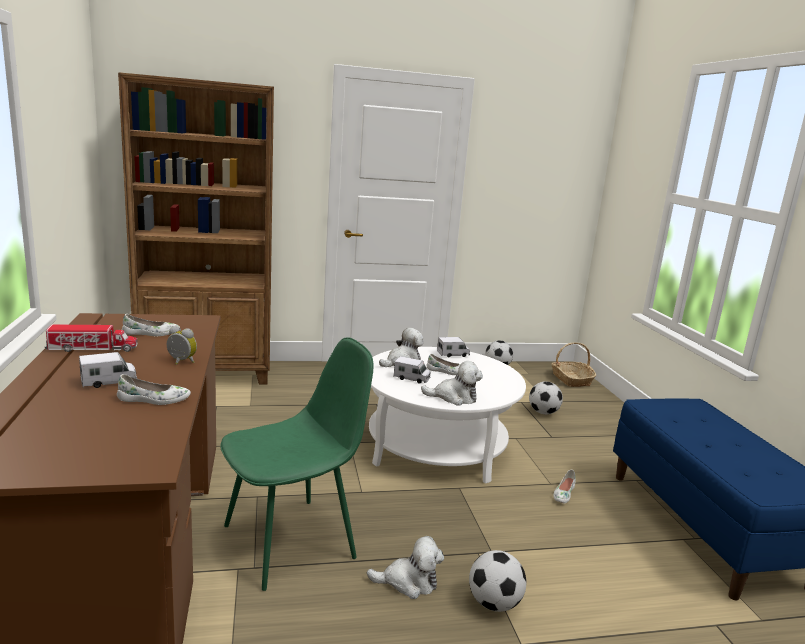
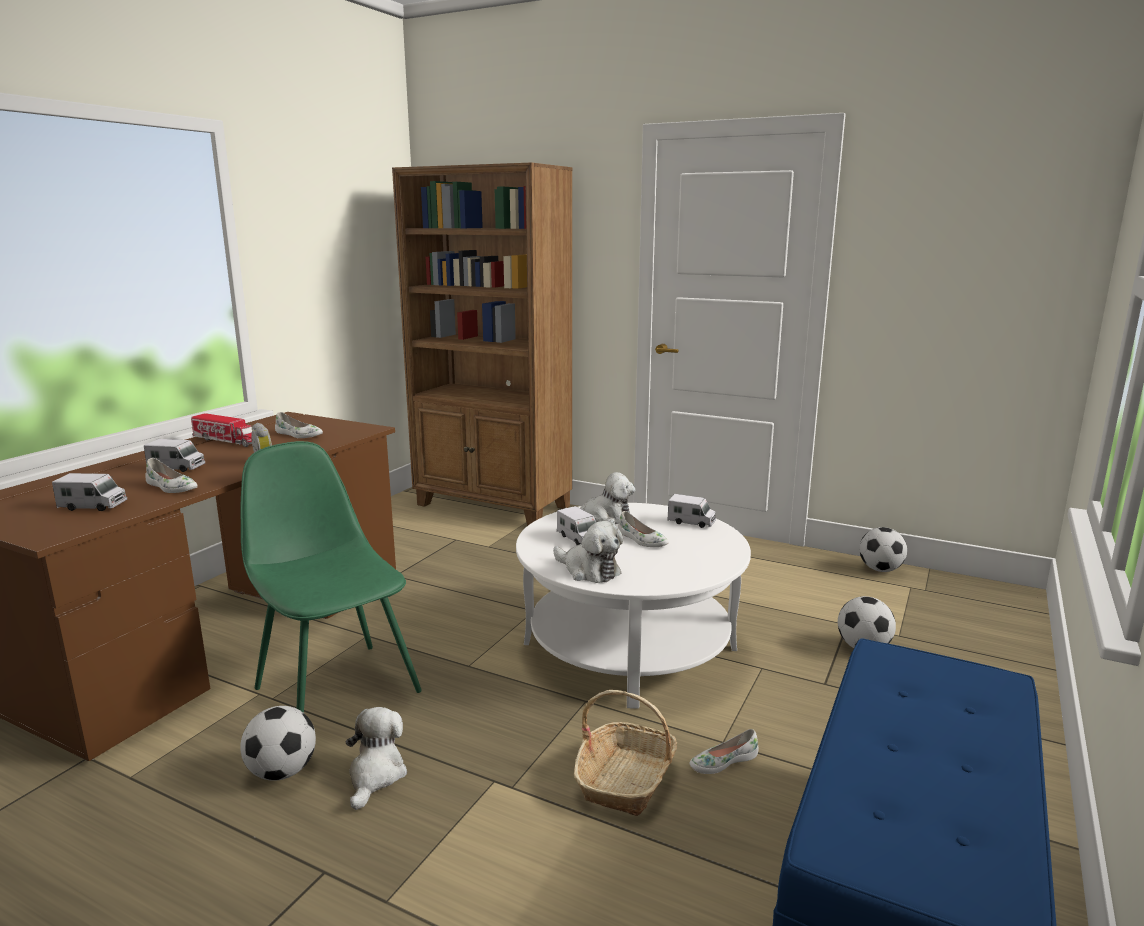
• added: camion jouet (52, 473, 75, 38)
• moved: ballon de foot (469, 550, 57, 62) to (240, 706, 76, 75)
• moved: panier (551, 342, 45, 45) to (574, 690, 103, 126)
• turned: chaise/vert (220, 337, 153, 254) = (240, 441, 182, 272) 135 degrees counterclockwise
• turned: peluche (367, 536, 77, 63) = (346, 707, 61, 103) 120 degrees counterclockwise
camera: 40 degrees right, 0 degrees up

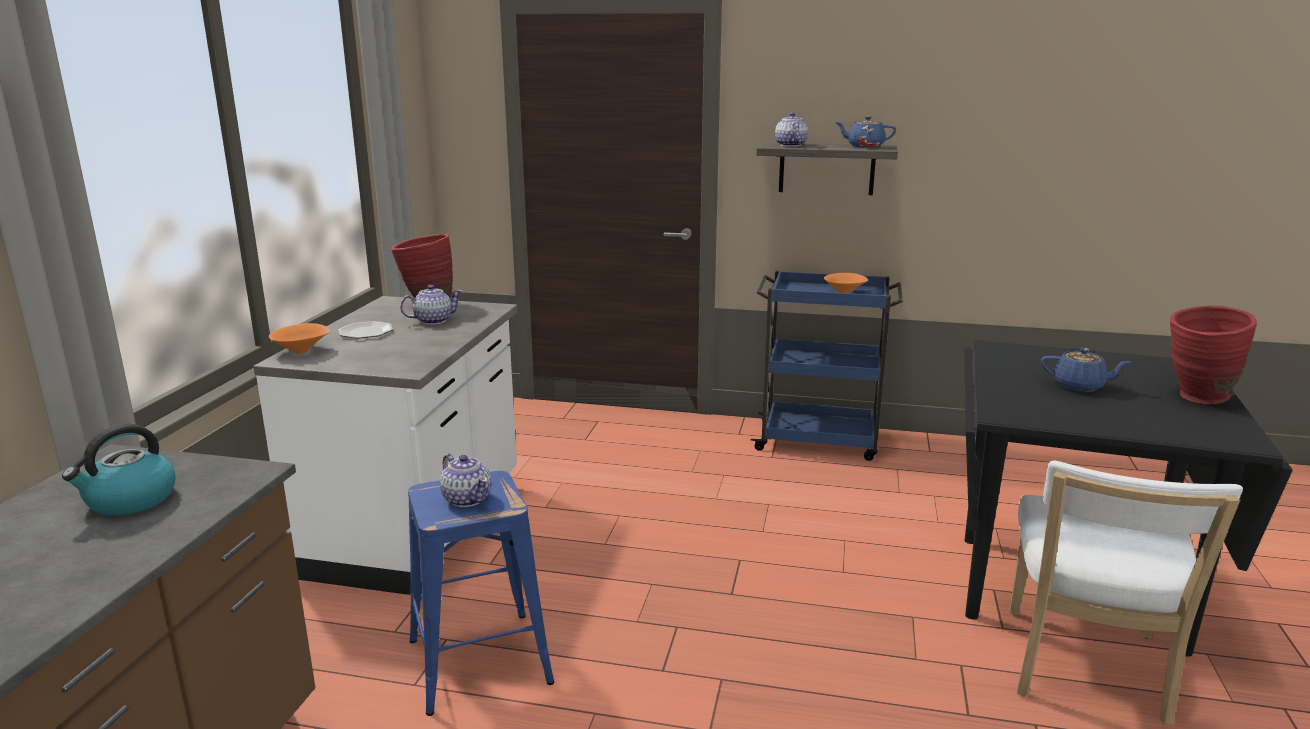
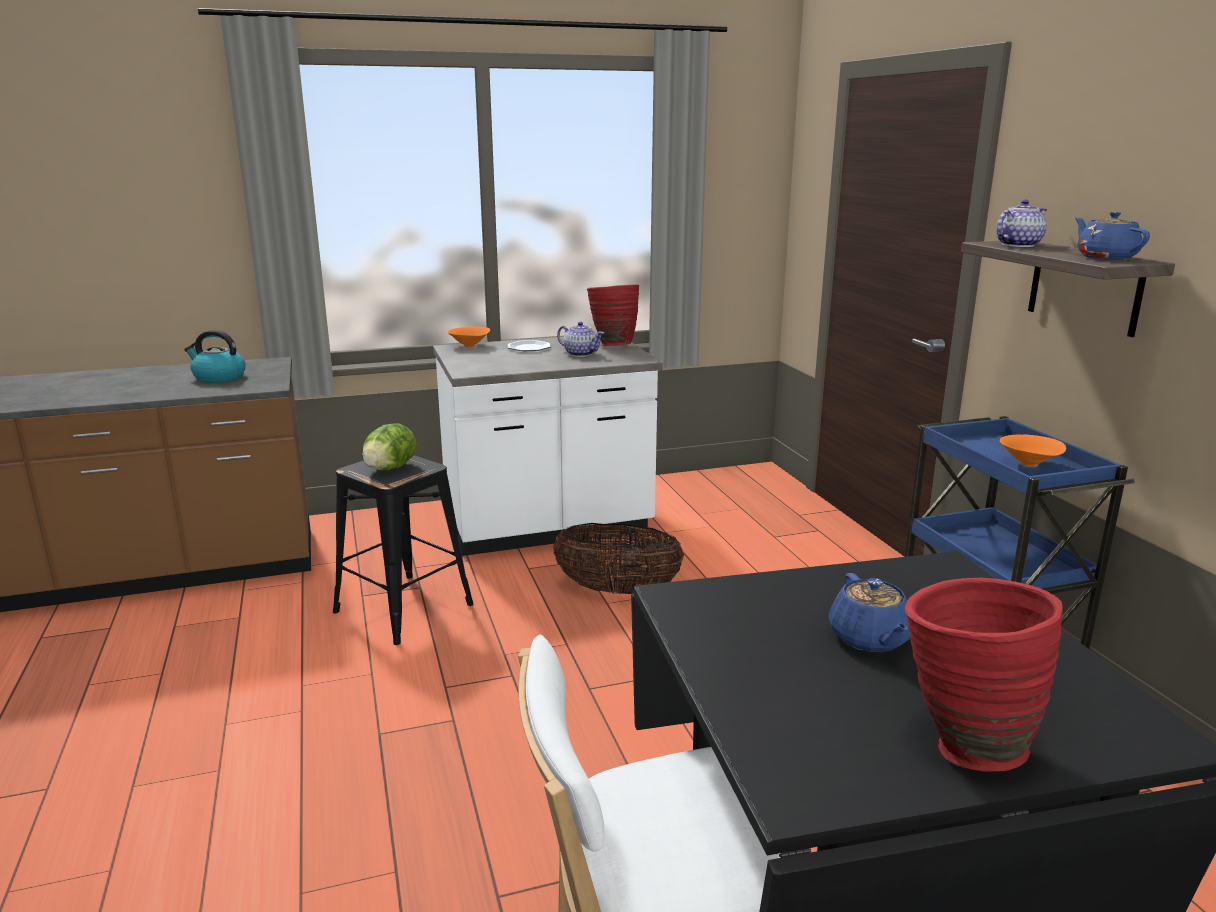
• added: panier (553, 523, 131, 71)
• replaced: théière (440, 454, 51, 53) to laitue (362, 424, 55, 47)
• recoloured: tabouret/bleu (408, 471, 146, 245) to tabouret/noir (333, 455, 141, 190)
camera: 60 degrees right, 0 degrees up

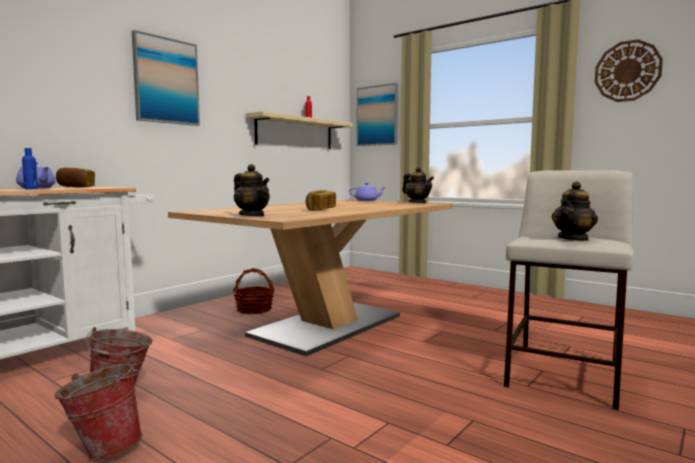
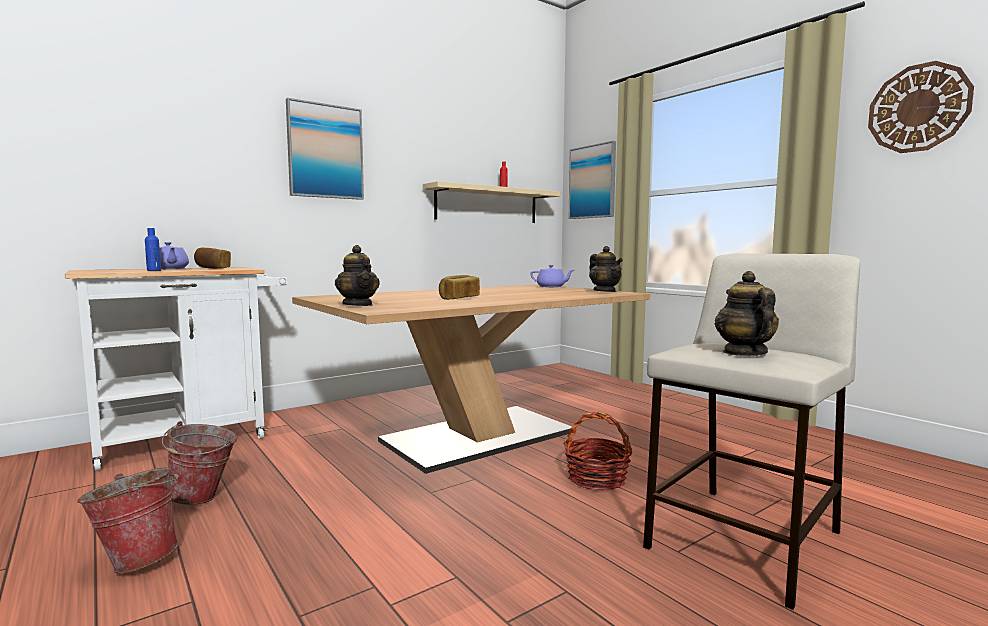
• moved: panier (233, 268, 41, 47) to (563, 411, 69, 80)
• turned: théière (552, 181, 46, 60) = (715, 271, 64, 85) 120 degrees clockwise
camera: 15 degrees right, 0 degrees up

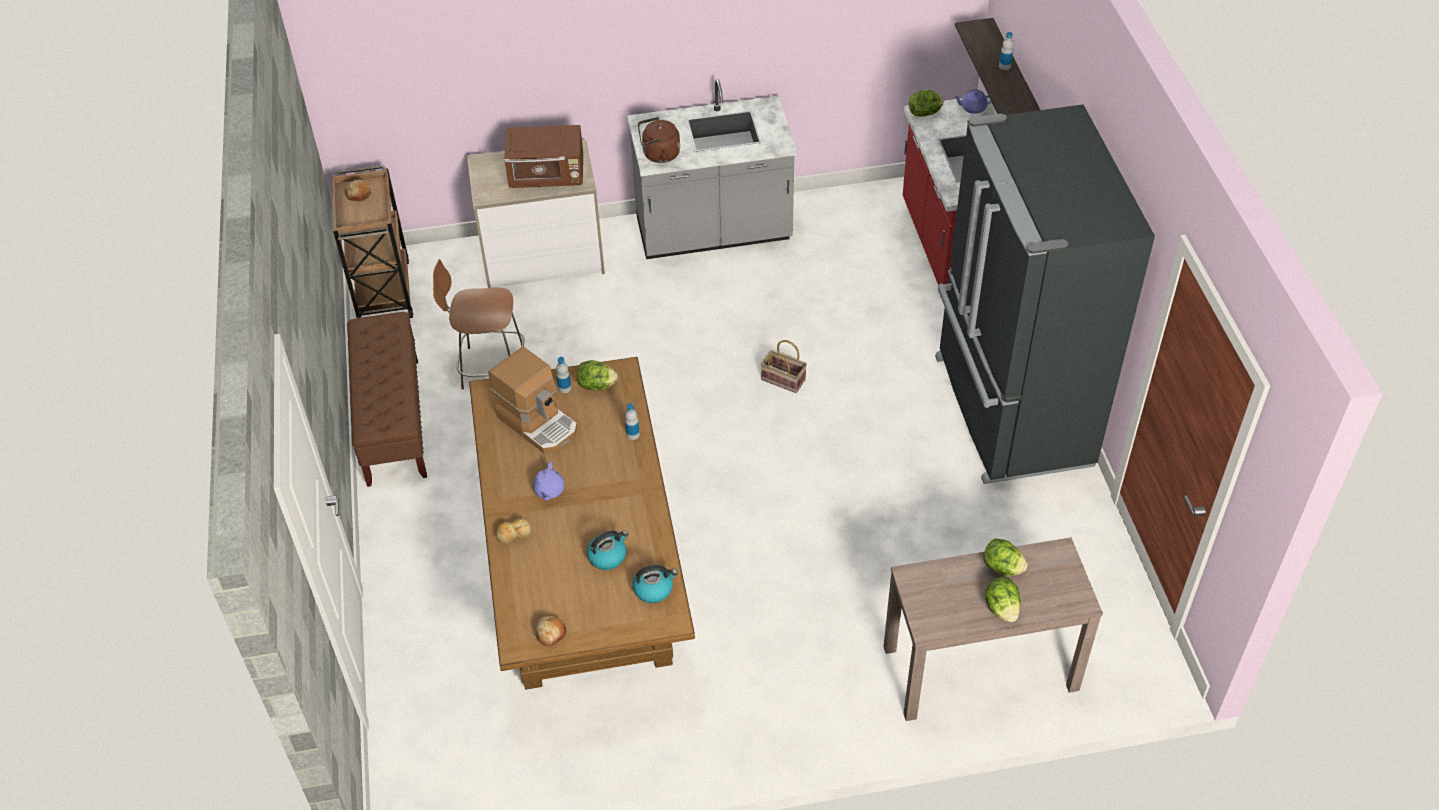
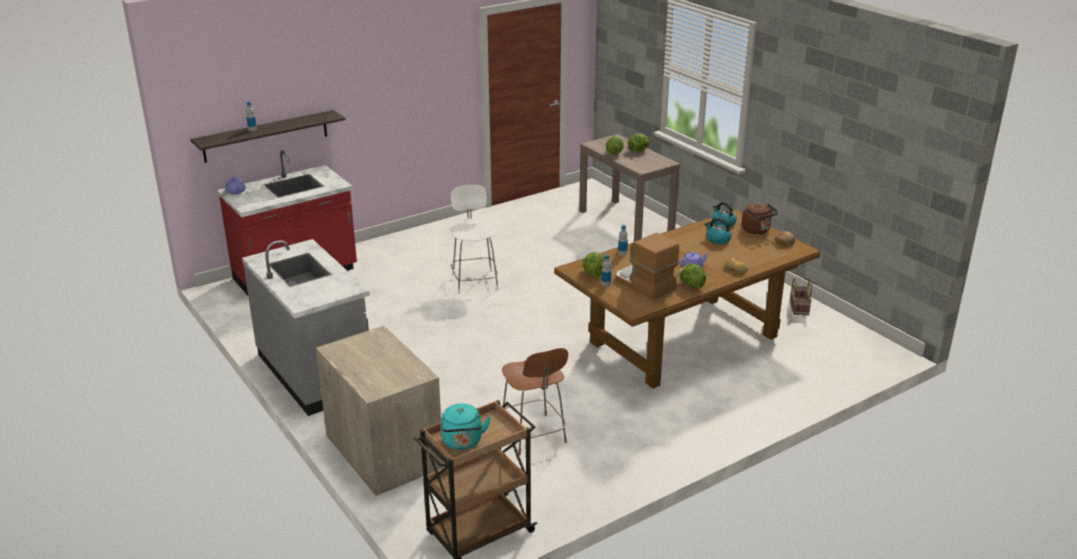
• removed: banc/marron (347, 312, 80, 175)
• removed: micro-ondes/marron (504, 125, 79, 63)
• removed: réfrigérateur/noir (935, 105, 220, 379)
• added: chaise/blanc (451, 185, 48, 109)
• moved: bouilloire/marron (638, 117, 42, 46) to (742, 203, 36, 31)
• moved: panier (761, 340, 46, 53) to (790, 278, 22, 38)
• moved: laitue (909, 90, 35, 27) to (677, 264, 29, 25)
• replaced: pain (345, 179, 27, 22) to bouilloire/turquoise (441, 403, 50, 47)
• turned: machine à café (489, 347, 89, 107) = (615, 233, 64, 67) 60 degrees counterclockwise
camera: 115 degrees left, 20 degrees down

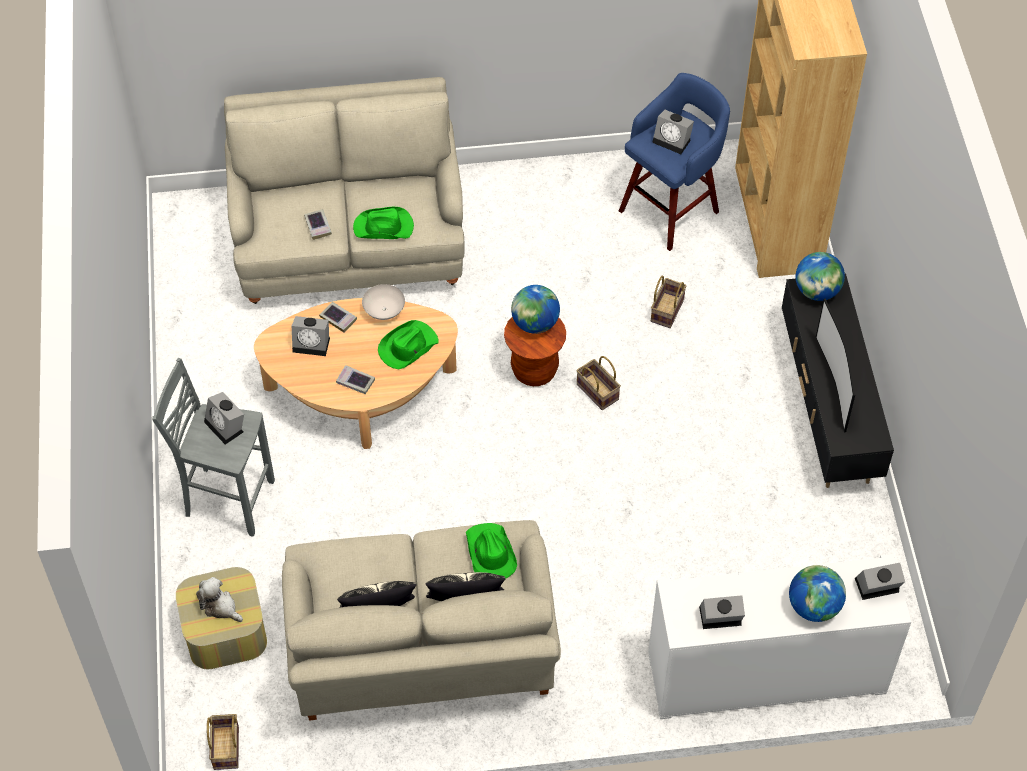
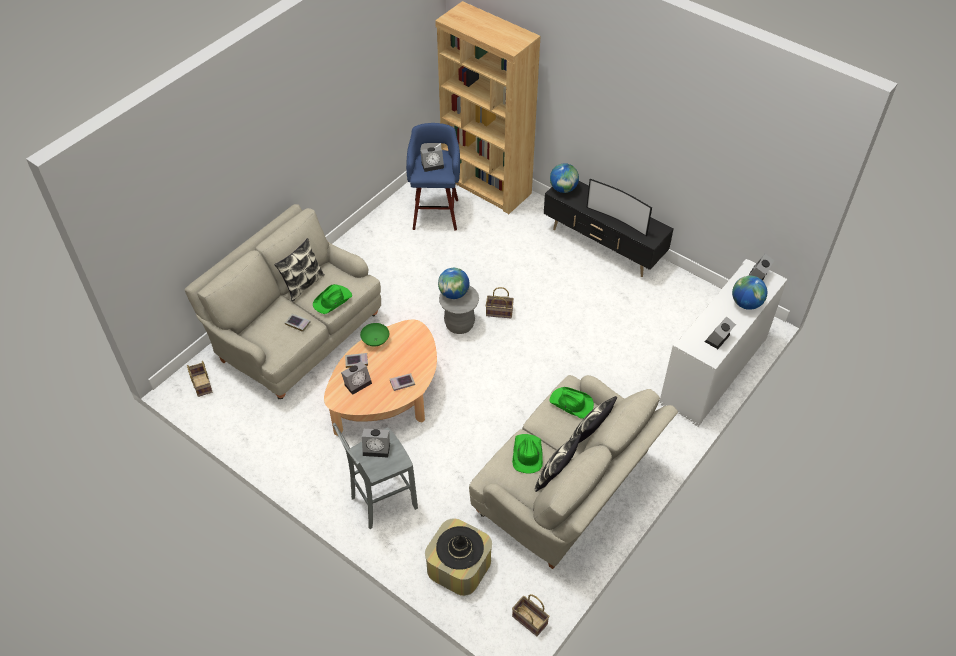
• added: coussin (274, 238, 51, 64)
• moved: chapeau/vert (378, 320, 61, 49) to (512, 434, 31, 40)
• moved: panier (651, 275, 36, 53) to (187, 361, 25, 36)
• replaced: peluche (196, 577, 47, 45) to chapeau/noir (436, 526, 48, 44)
• recoloured: bol/blanc (362, 284, 43, 36) to bol/vert (360, 323, 29, 23)
• recoloured: tabouret/marron (504, 317, 62, 69) to tabouret/gris (439, 286, 40, 48)
camera: 45 degrees left, 5 degrees down

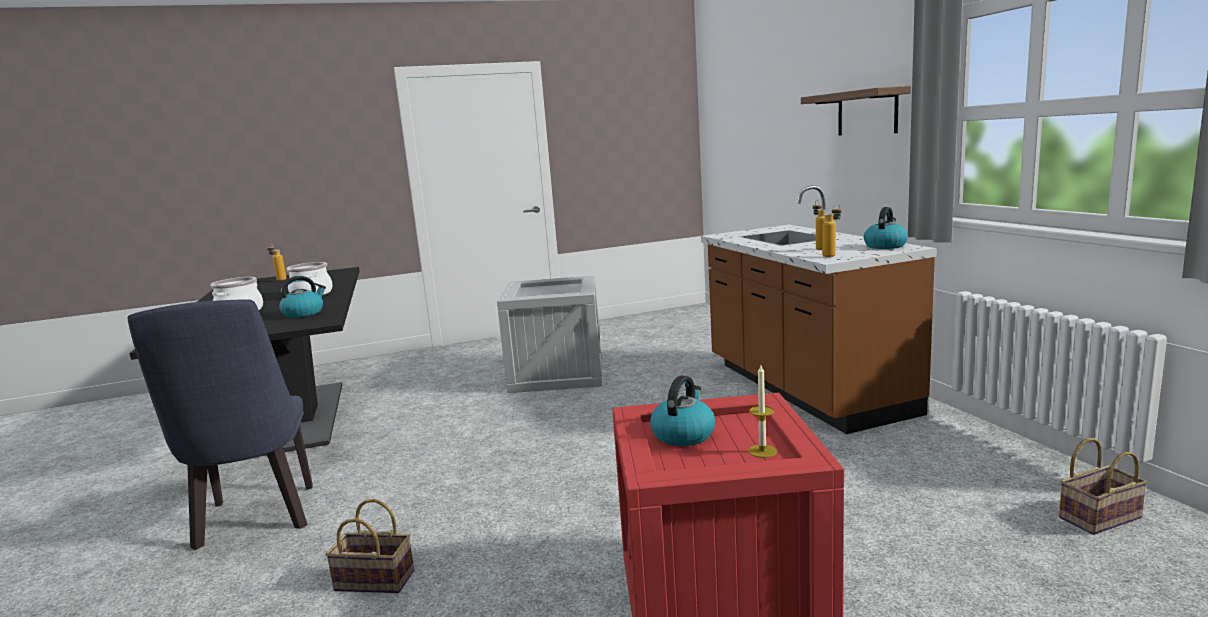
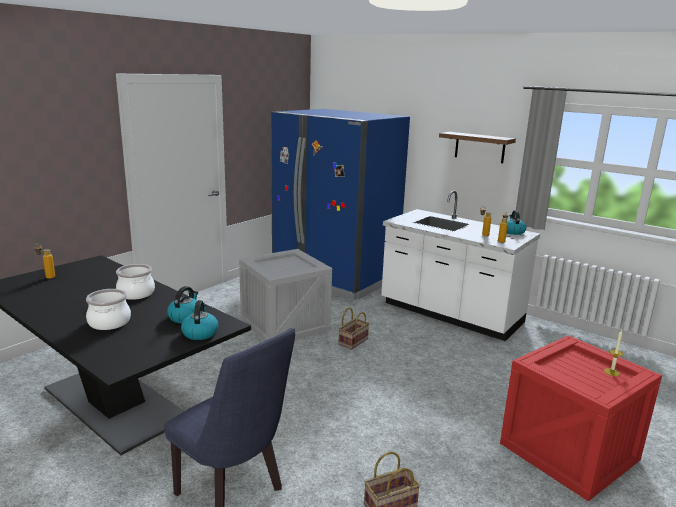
• added: réfrigérateur/bleu (271, 109, 139, 191)
• moved: bouilloire (650, 375, 65, 71) to (181, 300, 37, 40)
• moved: panier (1059, 438, 89, 97) to (338, 308, 32, 42)
• recoloured: comptoir de cuisine/marron (701, 185, 236, 249) to comptoir de cuisine/blanc (381, 191, 159, 150)
camera: 35 degrees left, 5 degrees up

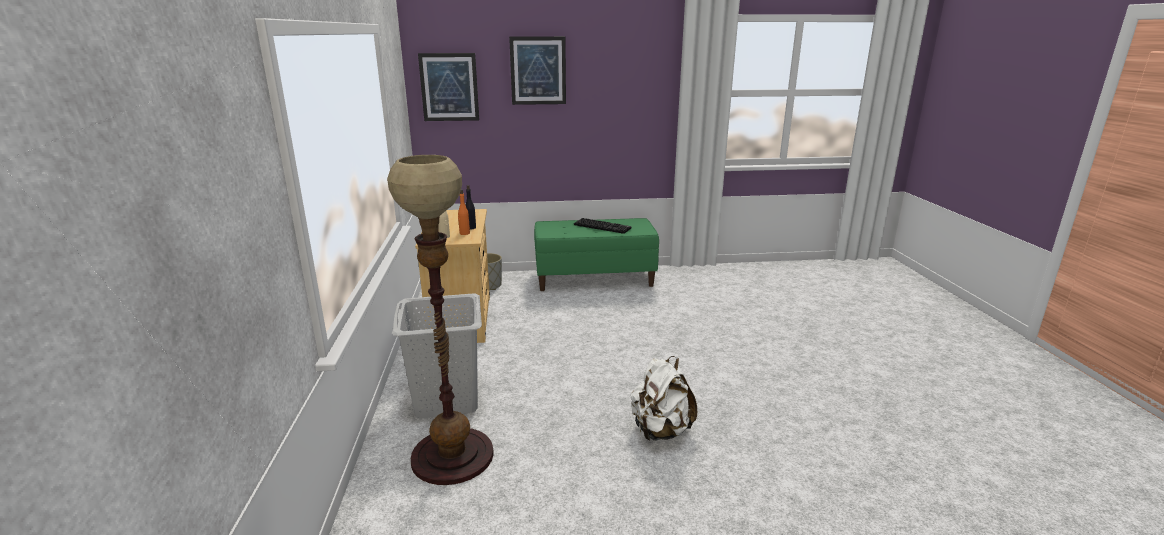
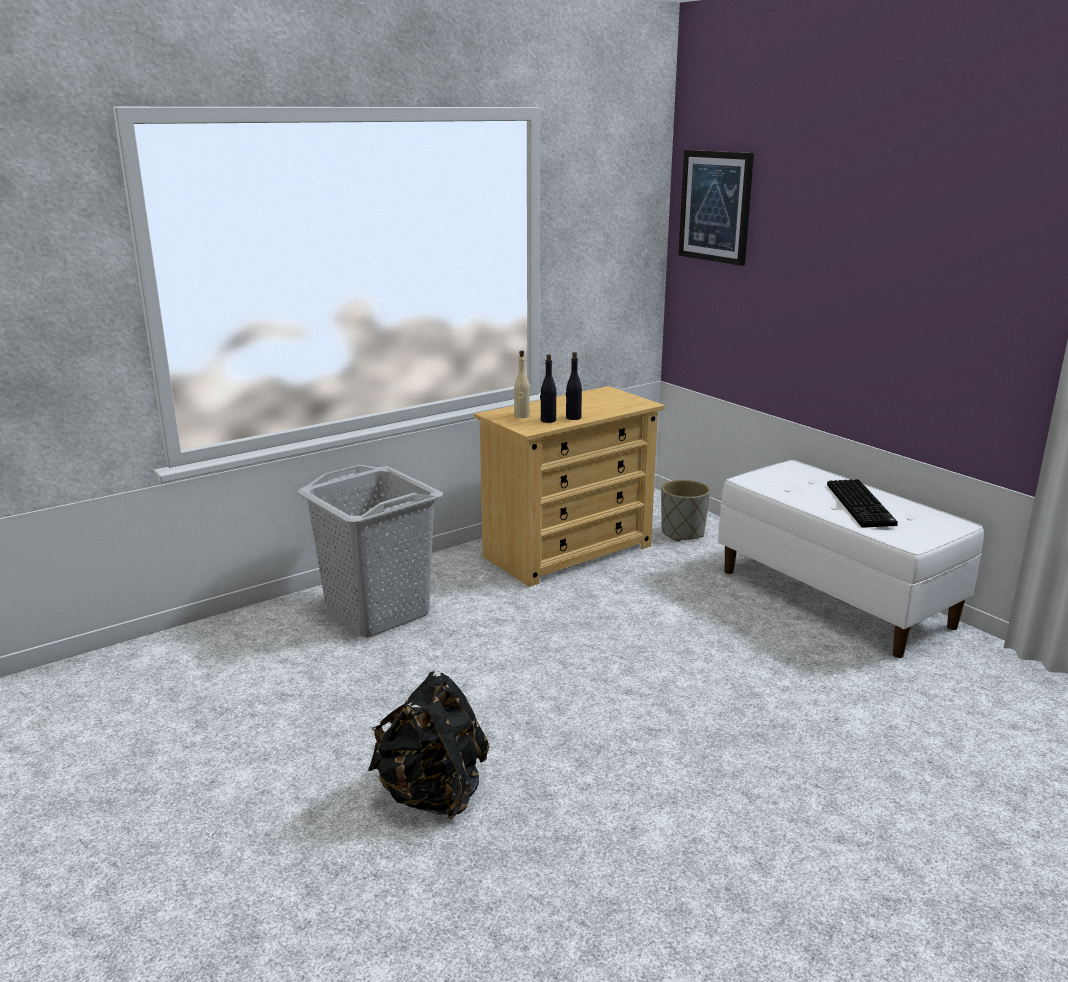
• removed: lampadaire (387, 155, 106, 330)
• removed: tableau (509, 36, 57, 69)
• recoloured: bouteille/orange (458, 190, 12, 45) to bouteille/noir (540, 354, 16, 69)
• recoloured: banc/vert (534, 218, 125, 73) to banc/blanc (718, 460, 266, 198)
• recoloured: sac à dos/blanc (631, 356, 66, 85) to sac à dos/noir (368, 671, 121, 148)
camera: 60 degrees right, 0 degrees up

